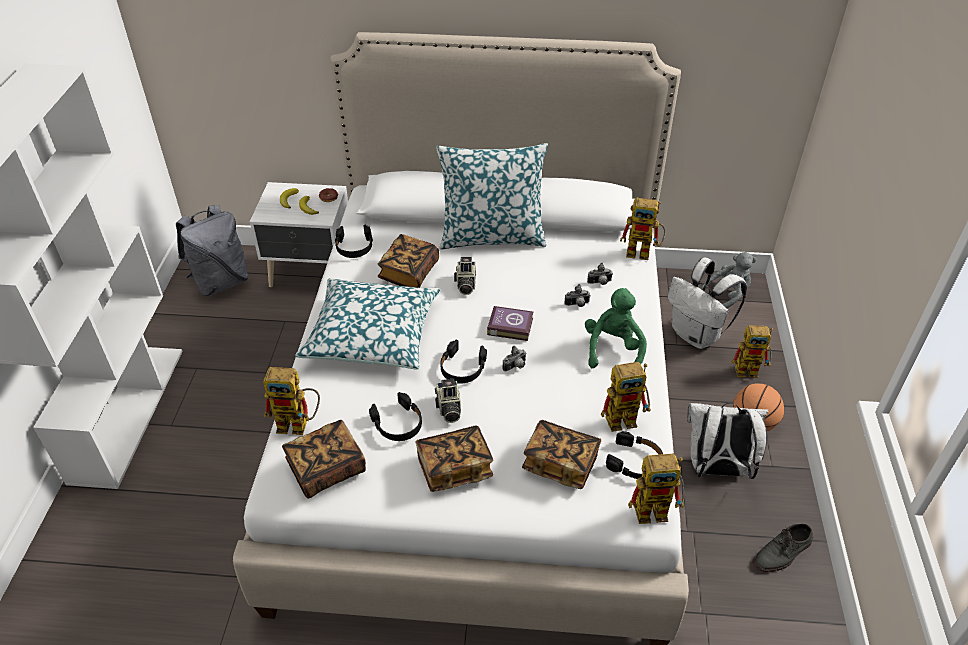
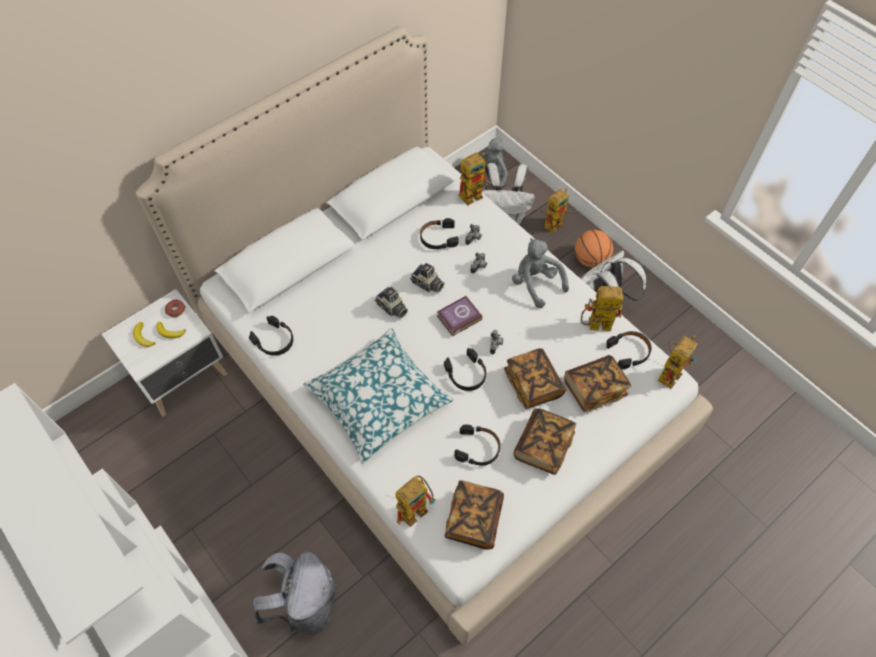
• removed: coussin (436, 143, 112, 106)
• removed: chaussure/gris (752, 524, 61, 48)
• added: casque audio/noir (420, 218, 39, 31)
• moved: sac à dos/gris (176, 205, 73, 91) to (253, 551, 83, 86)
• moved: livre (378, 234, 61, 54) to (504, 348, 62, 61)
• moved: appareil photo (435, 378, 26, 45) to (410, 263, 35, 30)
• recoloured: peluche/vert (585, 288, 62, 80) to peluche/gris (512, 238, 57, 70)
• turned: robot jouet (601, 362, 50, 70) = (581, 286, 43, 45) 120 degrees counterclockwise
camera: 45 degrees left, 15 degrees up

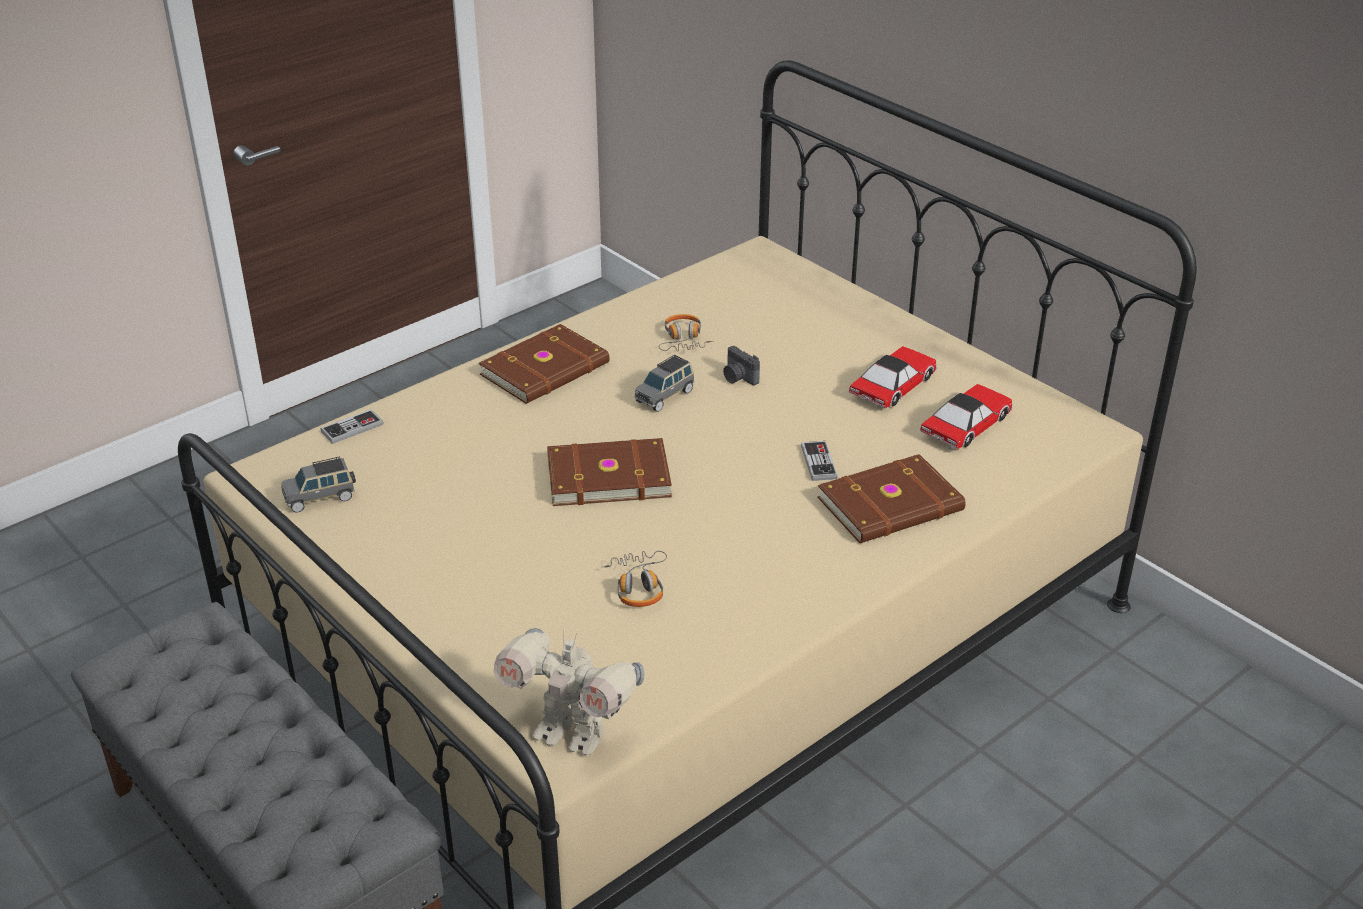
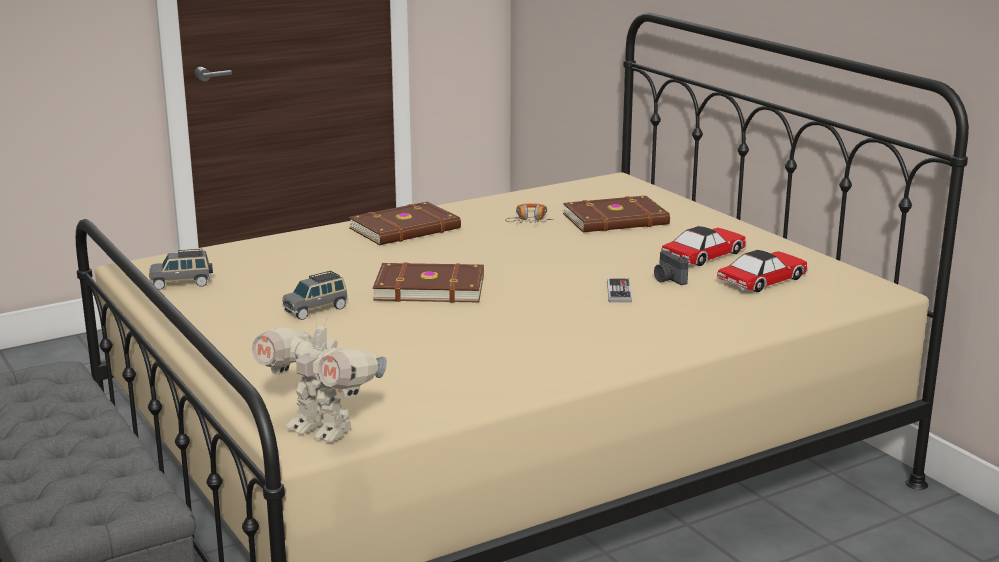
• removed: manette (321, 409, 62, 35)
• removed: casque audio (601, 551, 66, 56)
• moved: petite voiture/gris (634, 354, 60, 58) to (282, 270, 66, 50)
• moved: appareil photo (723, 346, 37, 39) to (654, 251, 35, 34)
• moved: livre/marron (818, 454, 148, 89) to (563, 196, 107, 36)
camera: 10 degrees right, 15 degrees down

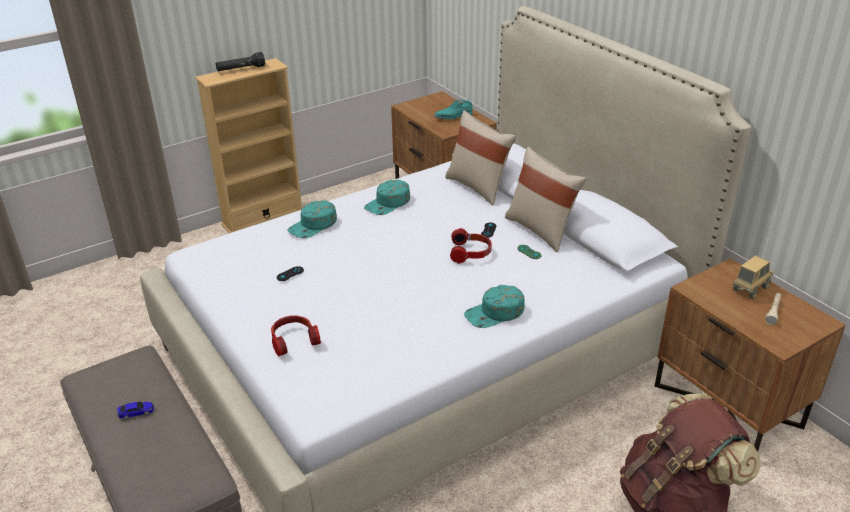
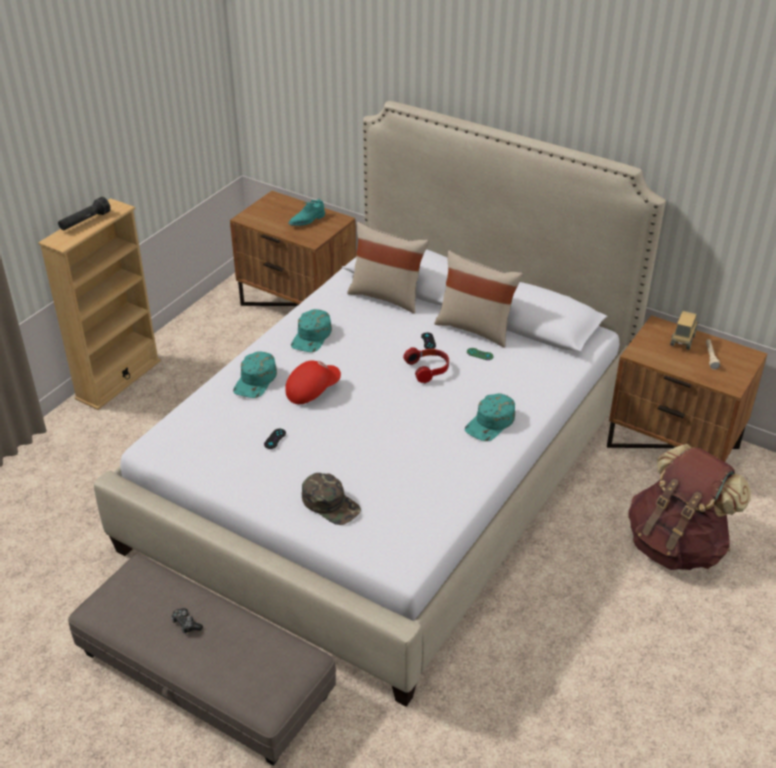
• added: casquette/rouge (285, 361, 56, 43)
• replaced: petite voiture (118, 401, 36, 19) to manette (171, 608, 32, 25)
• replaced: casque audio (271, 315, 50, 41) to casquette/vert (302, 473, 59, 52)
camera: 25 degrees left, 5 degrees up

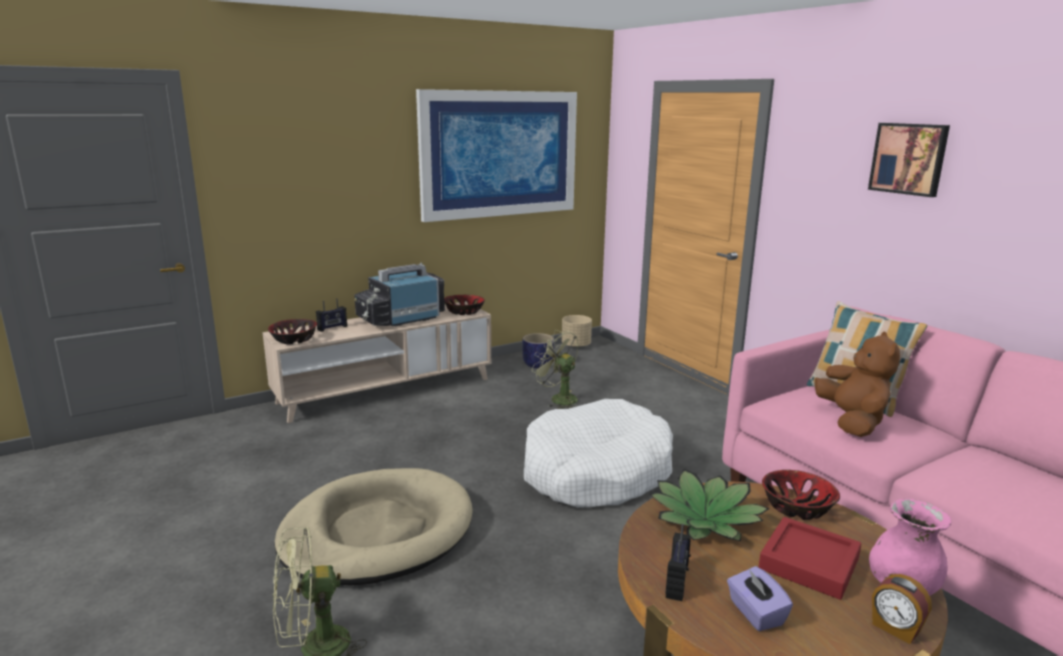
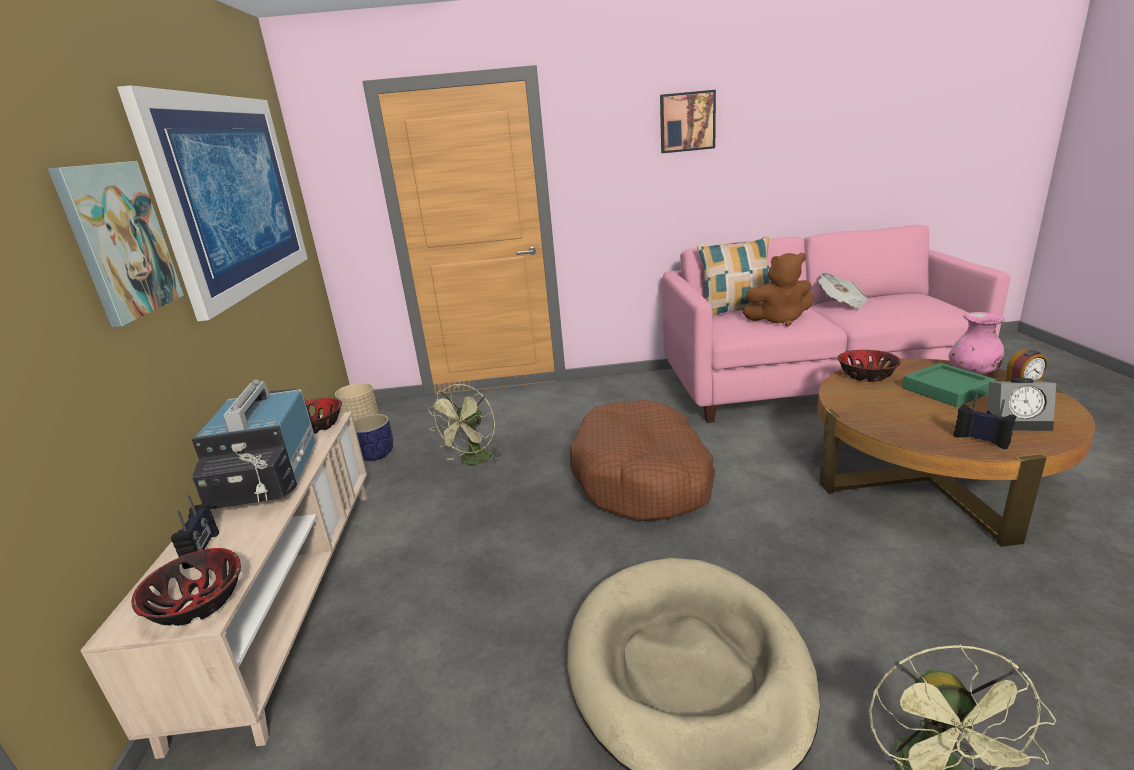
• removed: plante en pot (650, 469, 120, 72)
• added: tableau (48, 161, 136, 166)
• added: journal (818, 273, 51, 36)
• replaced: boîte à mouchoirs/violet (727, 566, 66, 65) to réveil (986, 378, 70, 53)
• recoloured: panier pour chien/blanc (524, 399, 149, 109) to panier pour chien/marron (570, 400, 145, 121)
• recoloured: plateau/rouge (759, 517, 102, 83) to plateau/vert (903, 363, 93, 44)
• turned: ventilateur/vert (532, 330, 47, 79) = (428, 384, 74, 81) 45 degrees counterclockwise
• turned: peluche/marron (815, 332, 85, 105) = (743, 253, 71, 73) 150 degrees clockwise
camera: 60 degrees left, 5 degrees up

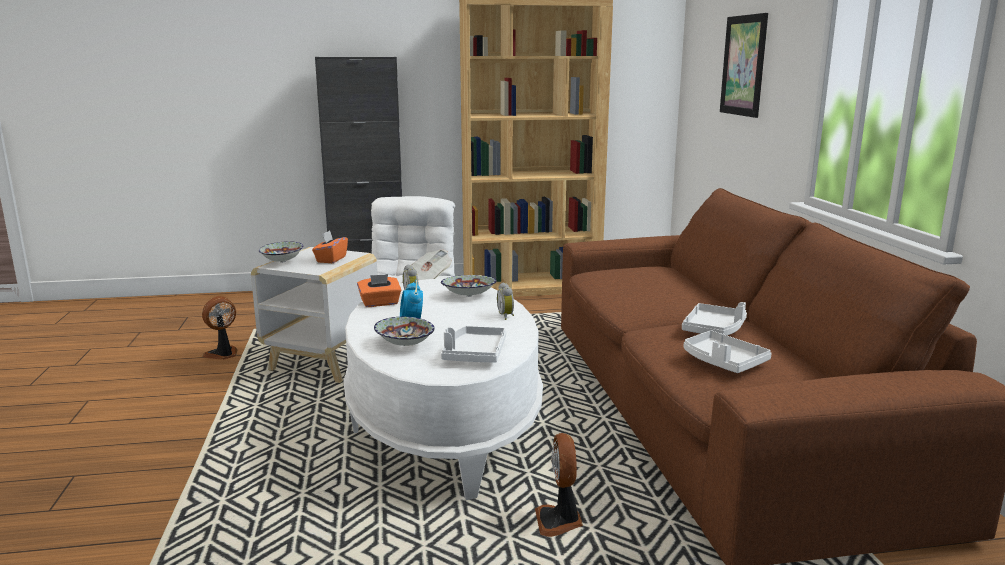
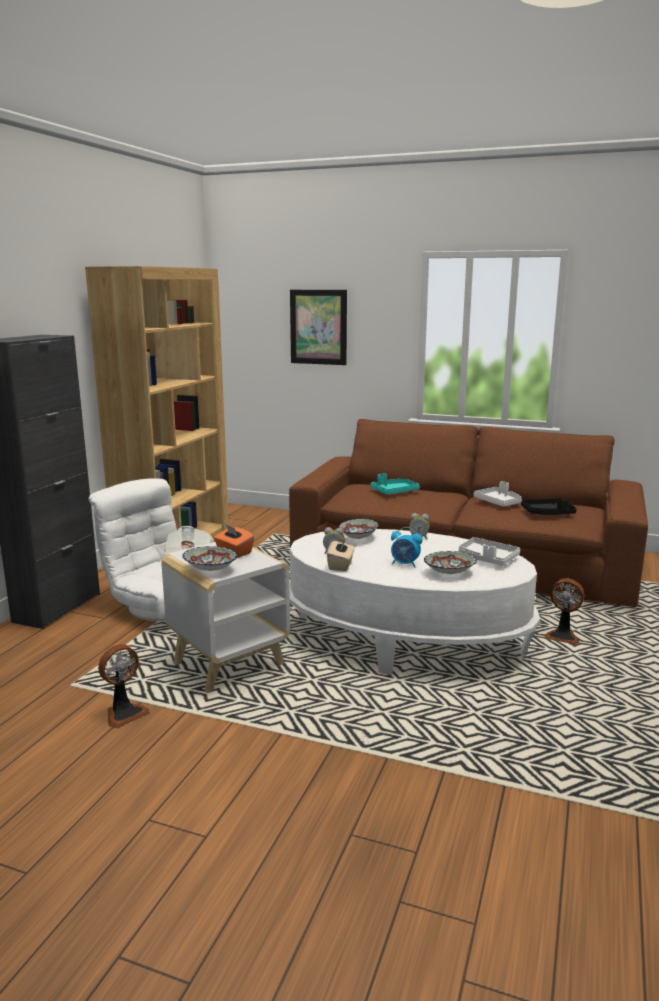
• added: plateau/turquoise (371, 473, 49, 22)
• recoloured: boîte à mouchoirs/orange (357, 274, 44, 33) to boîte à mouchoirs/beige (327, 537, 28, 34)
• recoloured: plateau/blanc (684, 330, 88, 43) to plateau/noir (521, 498, 56, 17)
• turned: ventilateur (202, 296, 35, 64) = (98, 644, 51, 84) 120 degrees counterclockwise
camera: 60 degrees left, 0 degrees up

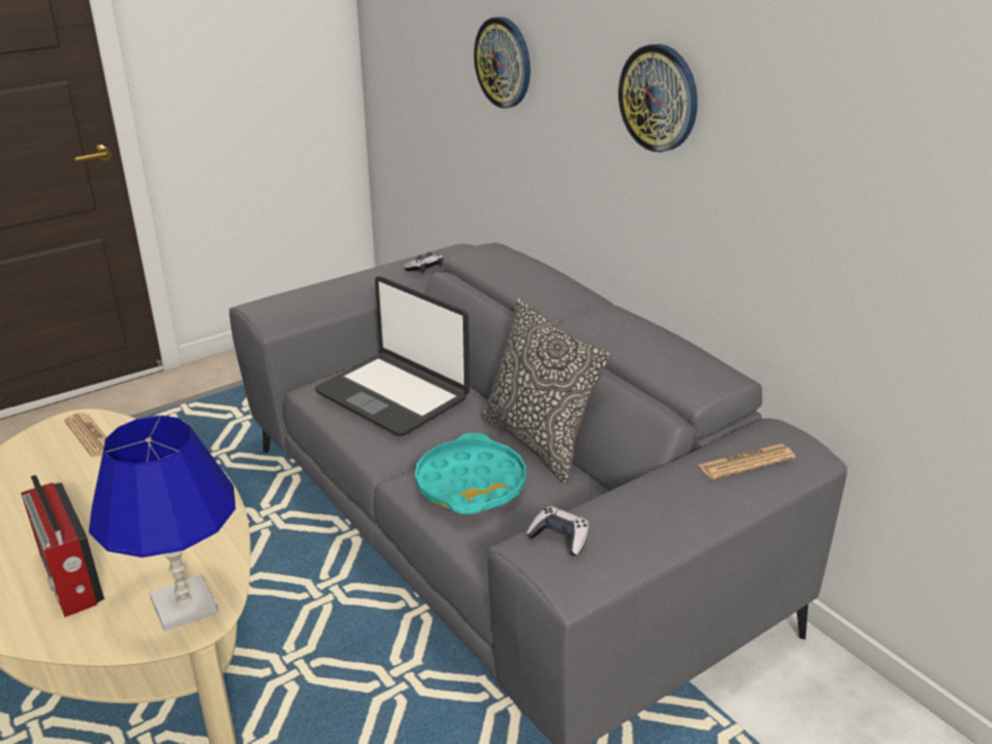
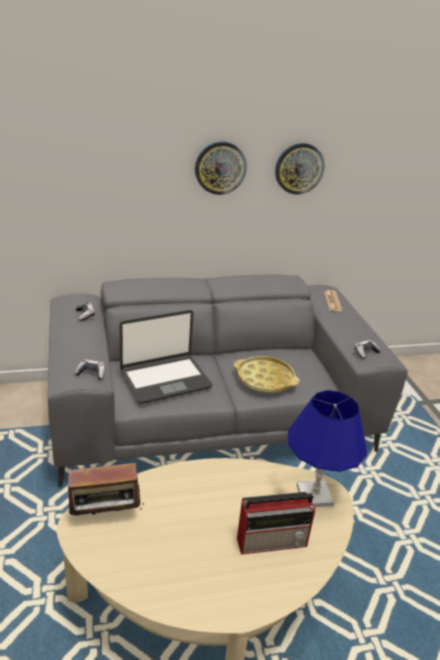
• removed: coussin (482, 298, 128, 186)
• added: manette (75, 359, 30, 21)
• moved: horloge murale (474, 17, 57, 91) to (275, 143, 49, 51)
• replaced: journal (64, 413, 43, 44) to radio (68, 463, 76, 65)
• recoloured: plateau/turquoise (415, 433, 111, 81) to plateau/jaune (234, 356, 66, 37)
camera: 70 degrees left, 0 degrees up

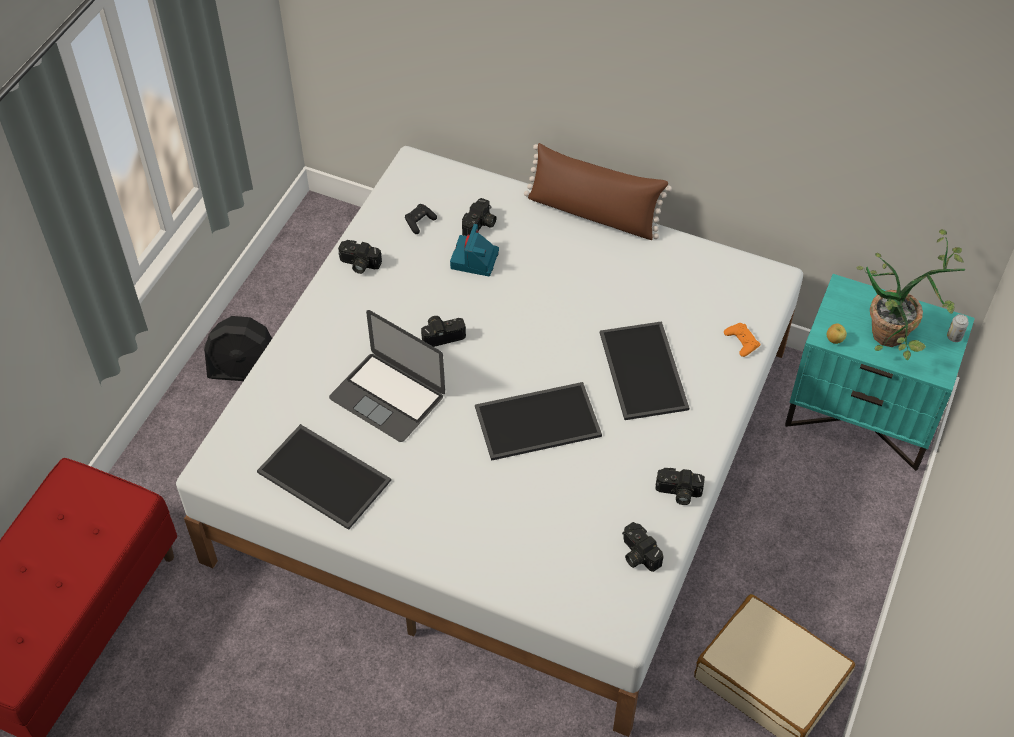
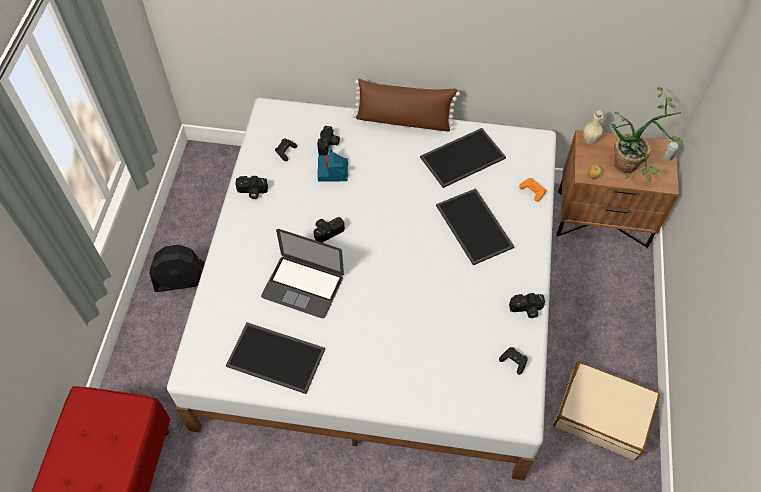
• added: bouteille/beige (583, 111, 20, 33)
• moved: plateau (475, 382, 127, 79) to (420, 128, 86, 60)
• replaced: appareil photo (622, 522, 41, 50) to manette/noir (499, 347, 29, 28)
• recoloured: table de chevet/turquoise (785, 274, 190, 197) to table de chevet/marron (556, 130, 123, 118)
camera: 15 degrees left, 5 degrees up

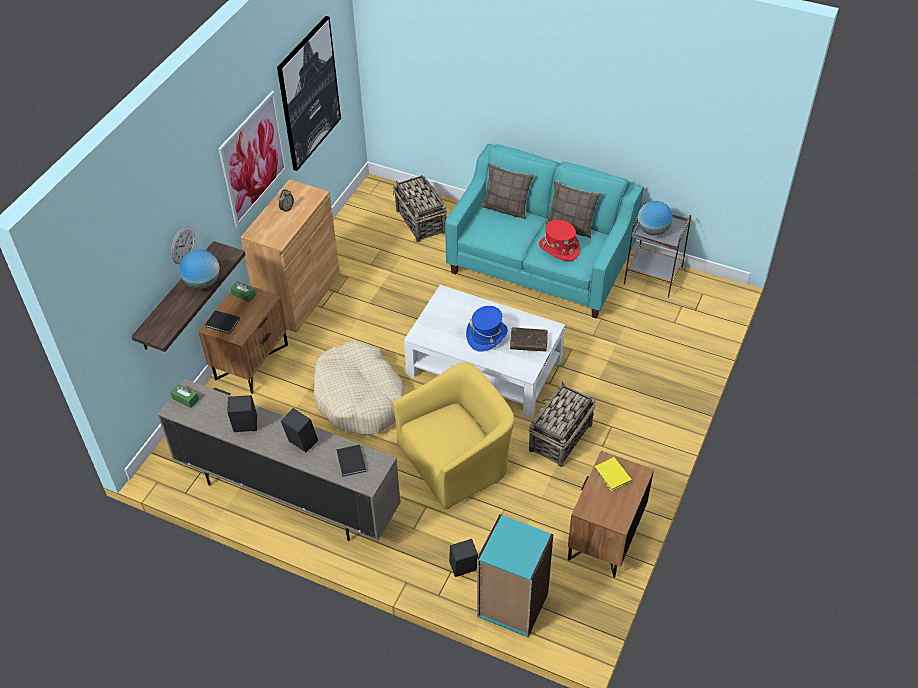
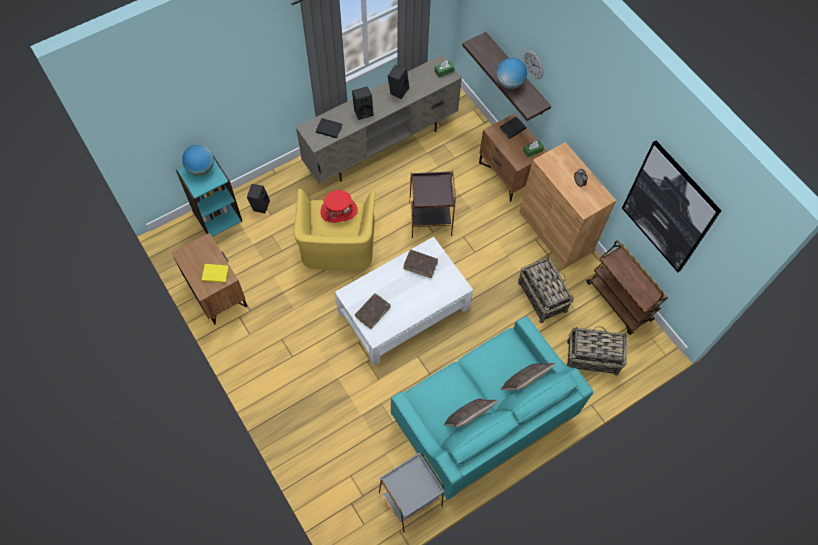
• removed: tableau (218, 91, 69, 136)
• removed: chapeau/bleu (466, 306, 42, 45)
• added: livre/marron (403, 249, 35, 29)
• added: chariot/marron (587, 240, 81, 95)
• moved: panier (529, 382, 67, 85) to (518, 256, 56, 67)
• moved: chapeau/rouge (539, 220, 41, 41) to (320, 190, 38, 33)
• moved: globe (638, 201, 35, 34) to (182, 145, 32, 31)
• replaced: panier pour chien/beige (314, 341, 90, 94) to table d'appoint/marron (409, 171, 47, 67)
camera: 120 degrees right, 15 degrees up

